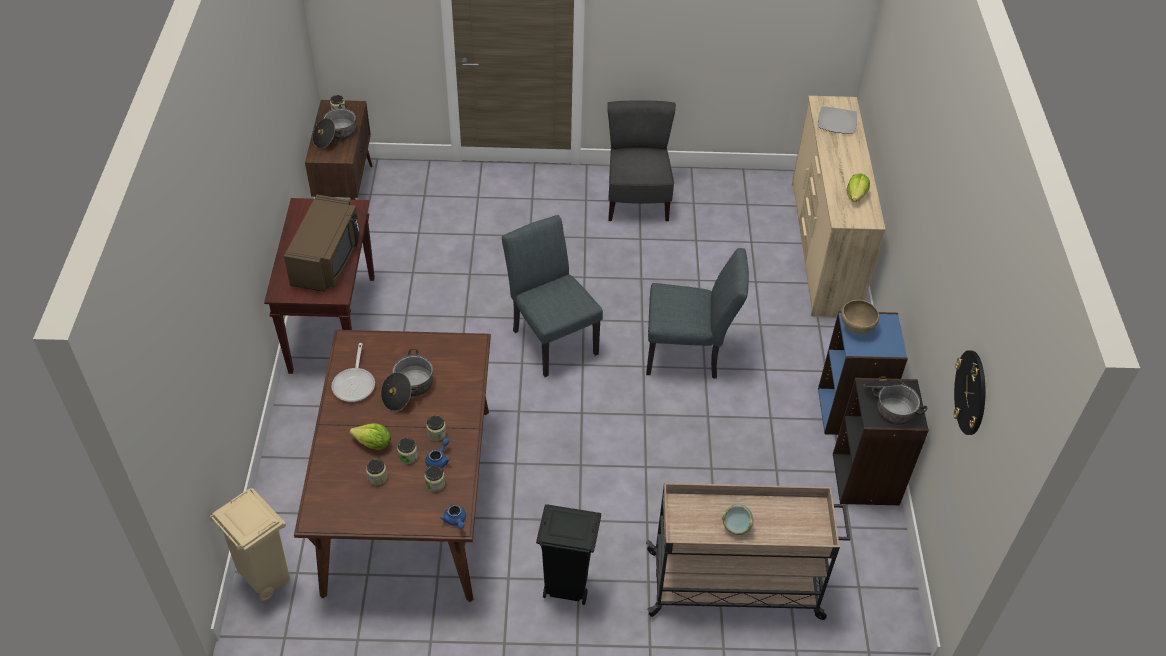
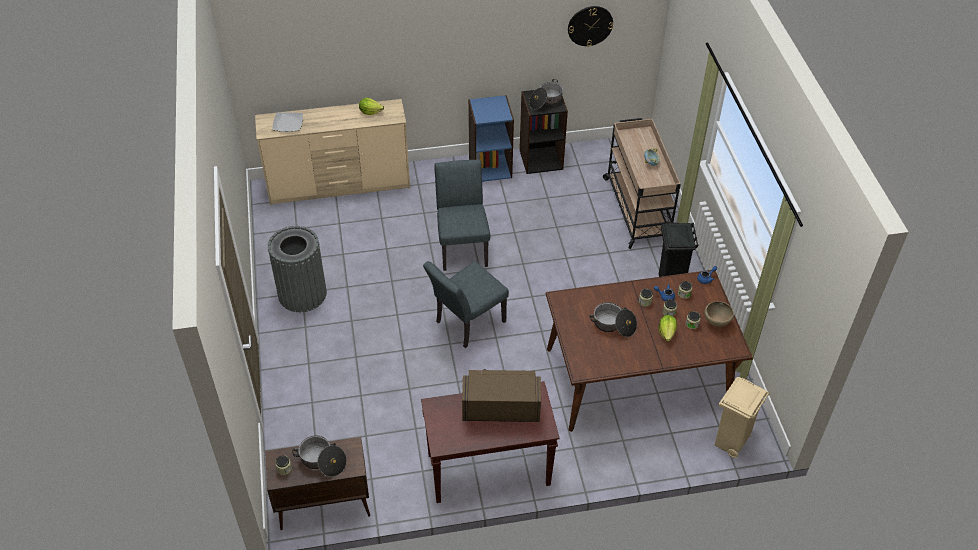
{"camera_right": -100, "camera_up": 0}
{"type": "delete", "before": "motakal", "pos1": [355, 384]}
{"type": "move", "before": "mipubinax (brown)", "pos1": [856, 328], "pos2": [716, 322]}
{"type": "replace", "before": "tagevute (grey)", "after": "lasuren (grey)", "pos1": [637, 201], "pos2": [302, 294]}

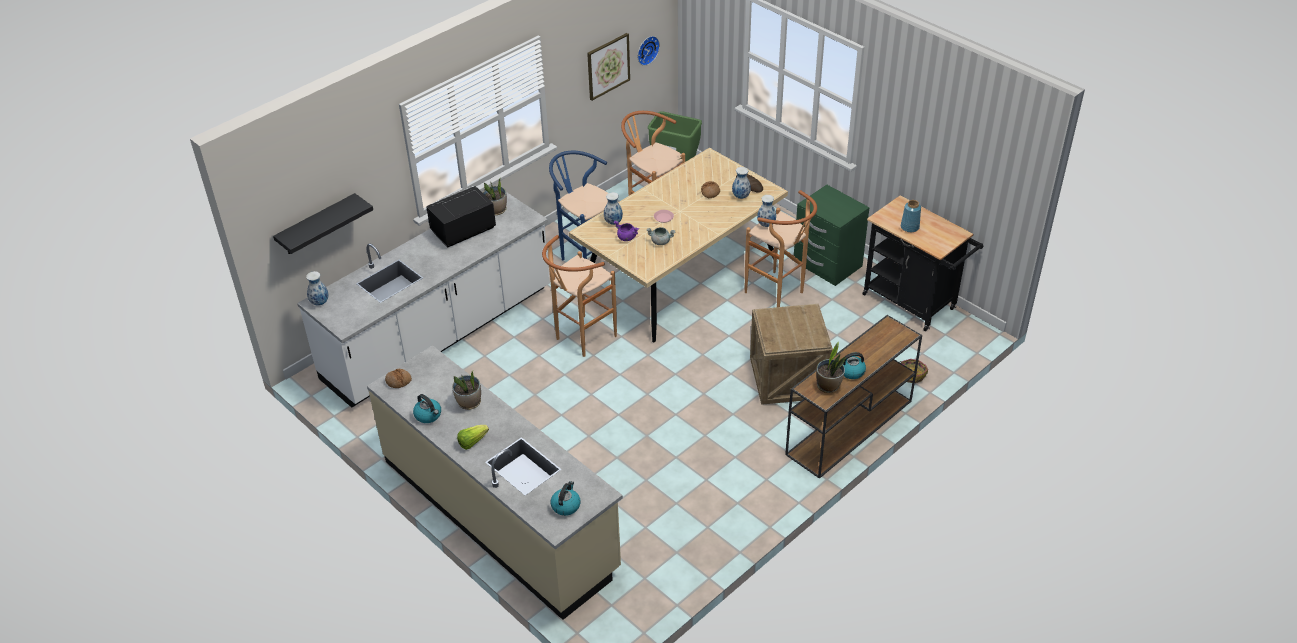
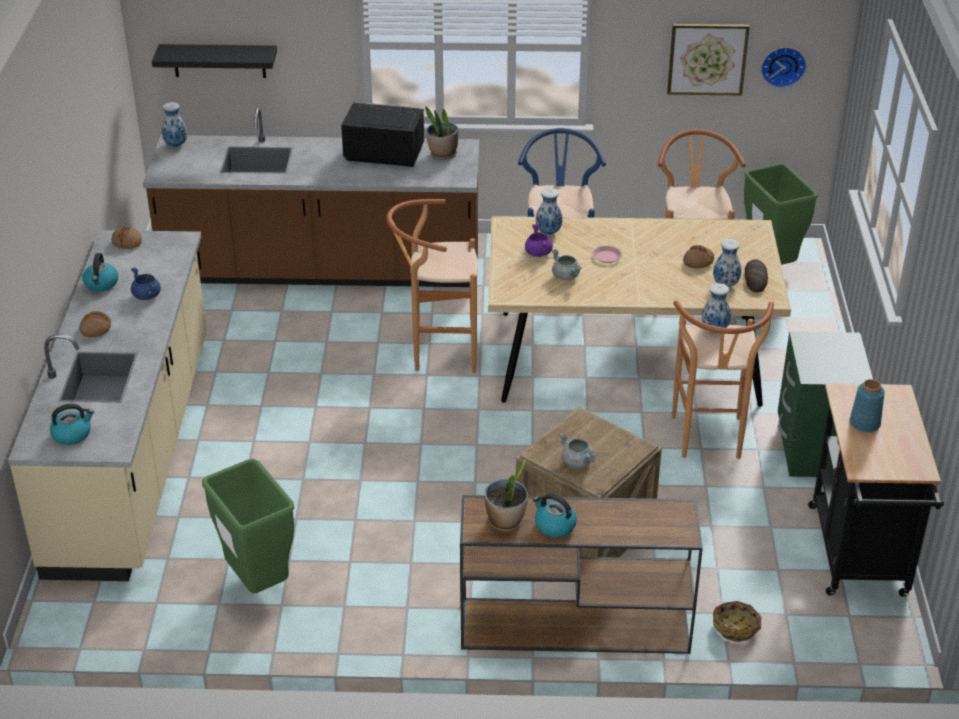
{"camera_right": 45, "camera_up": -5}
{"type": "insert", "after": "lasuren (green)", "pos2": [257, 582]}
{"type": "insert", "after": "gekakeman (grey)", "pos2": [578, 462]}
{"type": "replace", "before": "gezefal", "after": "gekakeman (blue)", "pos1": [469, 403], "pos2": [147, 296]}
{"type": "replace", "before": "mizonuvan", "after": "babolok", "pos1": [472, 442], "pos2": [95, 328]}
{"type": "recolor", "before": "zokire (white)", "after": "zokire (brown)", "pos1": [439, 335], "pos2": [322, 269]}

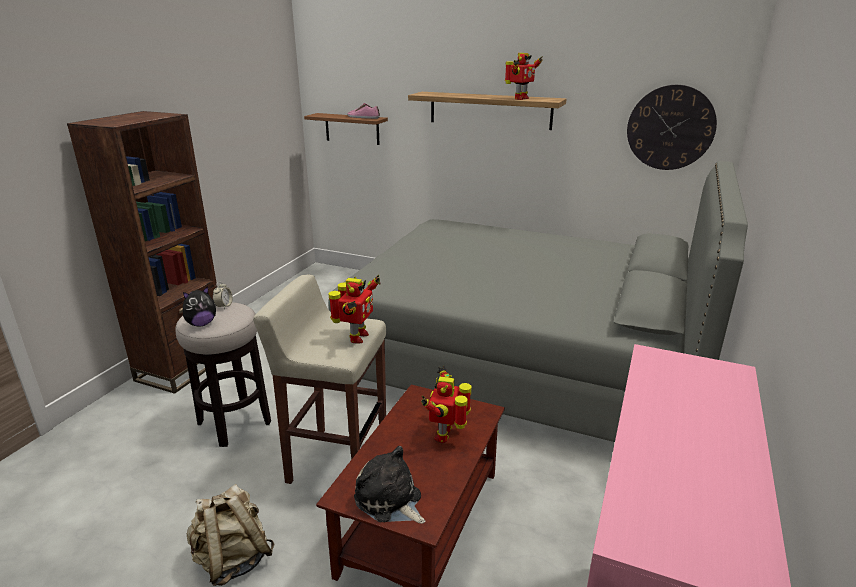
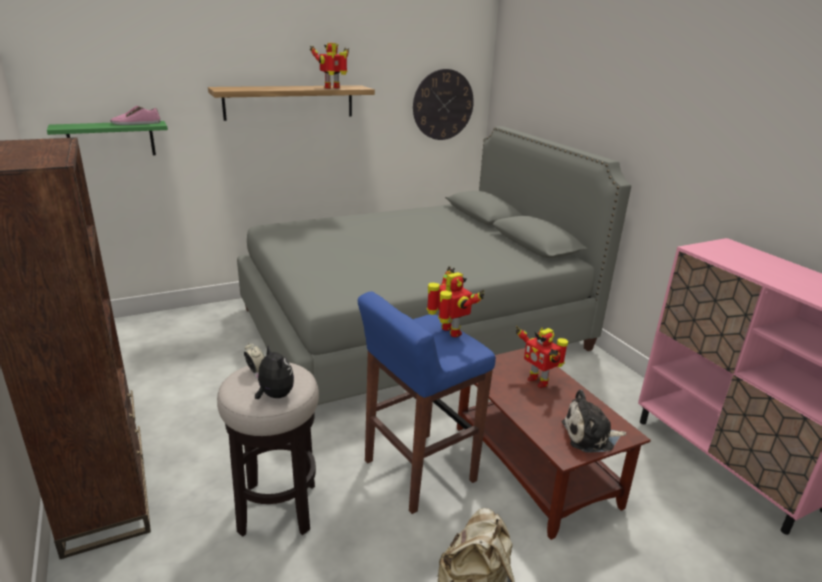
{"camera_right": -50, "camera_up": 0}
{"type": "recolor", "before": "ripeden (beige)", "after": "ripeden (blue)", "pos1": [336, 461], "pos2": [418, 471]}
{"type": "recolor", "before": "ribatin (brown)", "after": "ribatin (green)", "pos1": [352, 129], "pos2": [111, 140]}
{"type": "rotate", "before": "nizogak", "pos1": [201, 324], "pos2": [274, 396], "turn": -45}
{"type": "rotate", "before": "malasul", "pos1": [520, 99], "pos2": [333, 88], "turn": -120}

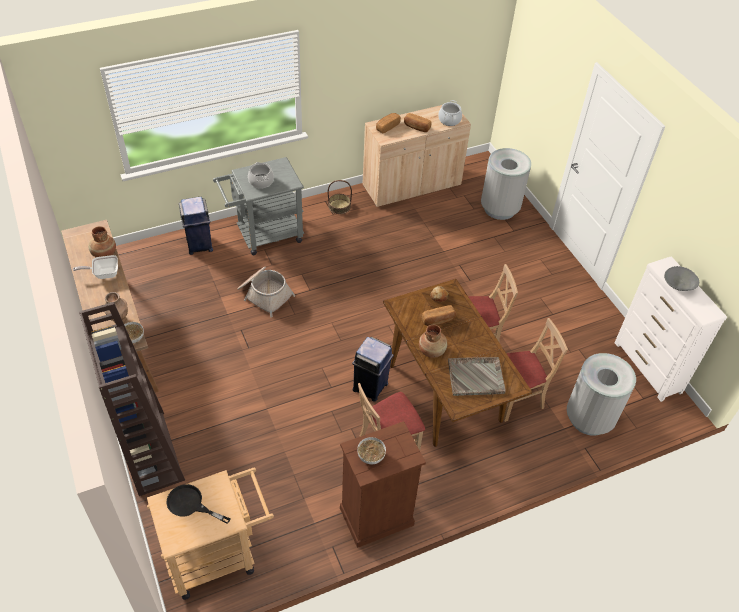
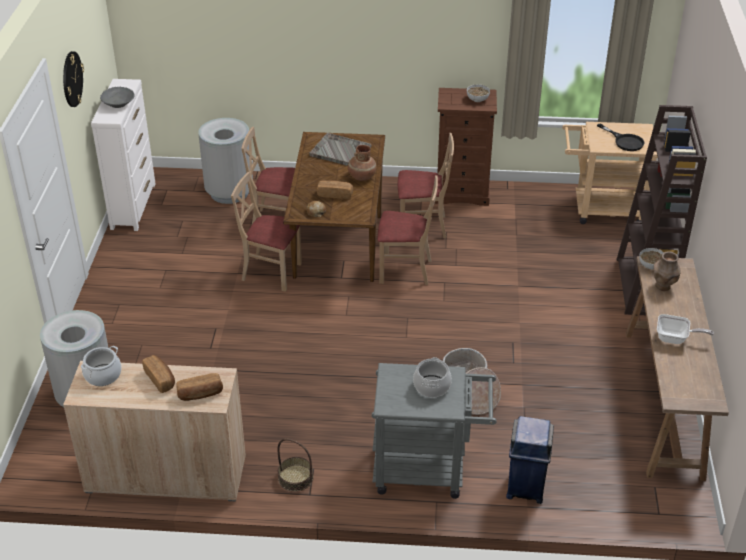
{"camera_right": -150, "camera_up": -10}
{"type": "delete", "before": "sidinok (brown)", "pos1": [104, 254]}
{"type": "insert", "after": "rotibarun", "pos2": [72, 79]}
{"type": "replace", "before": "lasuren (blue)", "after": "tagevute (beige)", "pos1": [370, 387], "pos2": [405, 270]}

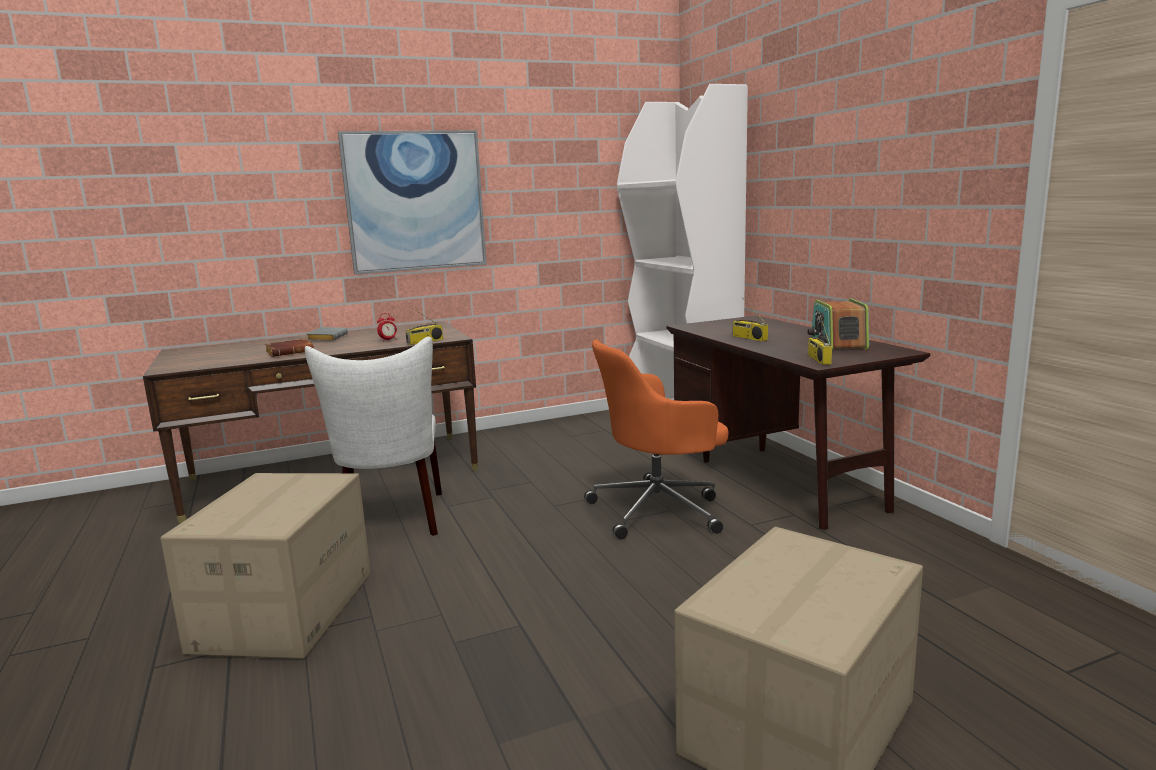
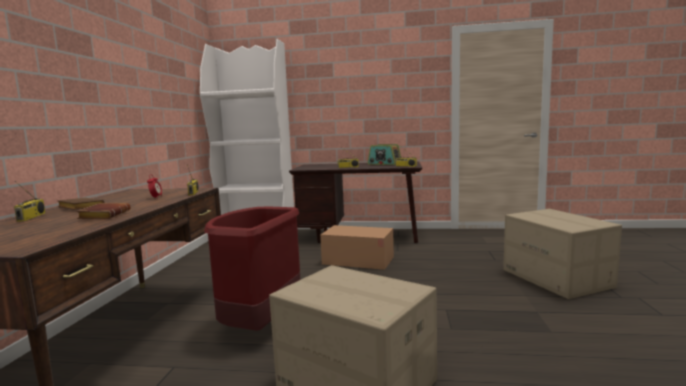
{"camera_right": -60, "camera_up": -5}
{"type": "delete", "before": "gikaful", "pos1": [415, 201]}
{"type": "insert", "after": "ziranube", "pos2": [31, 217]}
{"type": "replace", "before": "tagevute (white)", "after": "lasuren (red)", "pos1": [393, 521], "pos2": [259, 325]}
{"type": "replace", "before": "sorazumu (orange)", "after": "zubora", "pos1": [659, 510], "pos2": [358, 260]}
{"type": "recolor", "before": "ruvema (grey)", "after": "ruvema (brown)", "pos1": [327, 338], "pos2": [79, 208]}

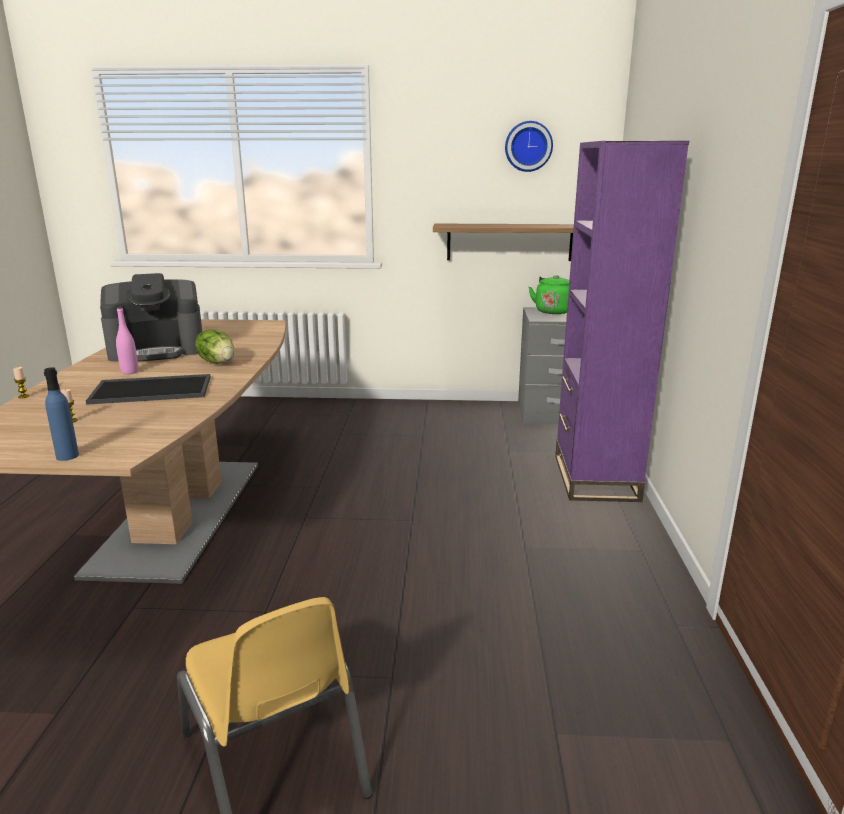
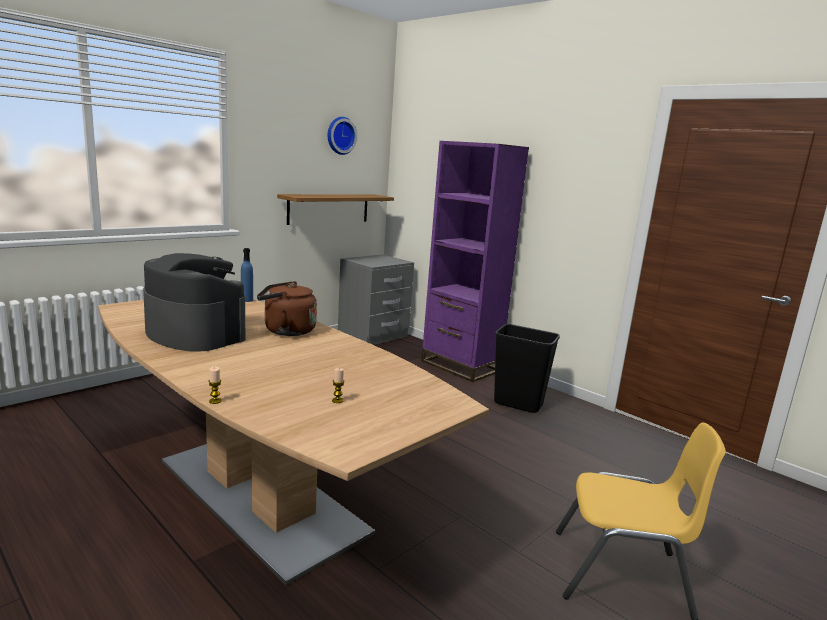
{"camera_right": -50, "camera_up": -5}
{"type": "delete", "before": "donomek", "pos1": [153, 389]}
{"type": "delete", "before": "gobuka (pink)", "pos1": [130, 372]}
{"type": "delete", "before": "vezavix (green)", "pos1": [553, 311]}
{"type": "insert", "after": "lasuren (black)", "pos2": [518, 404]}
{"type": "move", "before": "gobuka (blue)", "pos1": [67, 456], "pos2": [247, 300]}
{"type": "replace", "before": "mizonuvan", "after": "vezavix (brown)", "pos1": [218, 362], "pos2": [286, 331]}
{"type": "rotate", "before": "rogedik", "pos1": [158, 350], "pos2": [194, 334], "turn": -75}

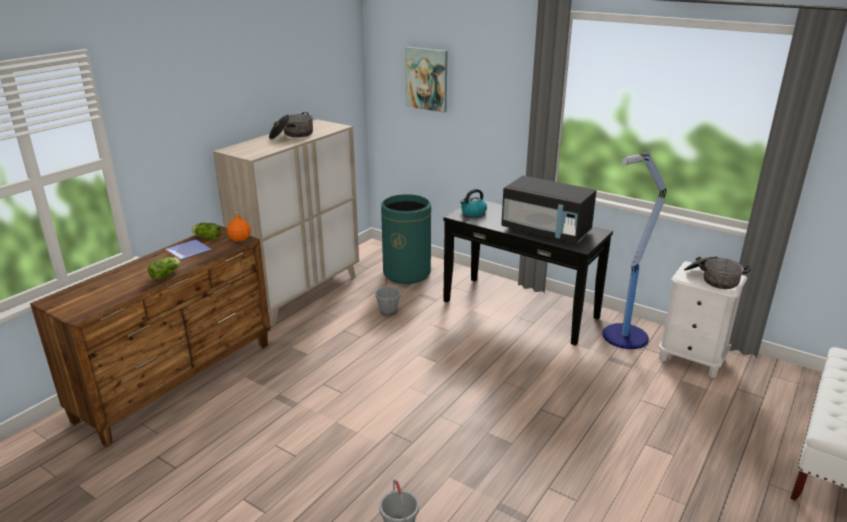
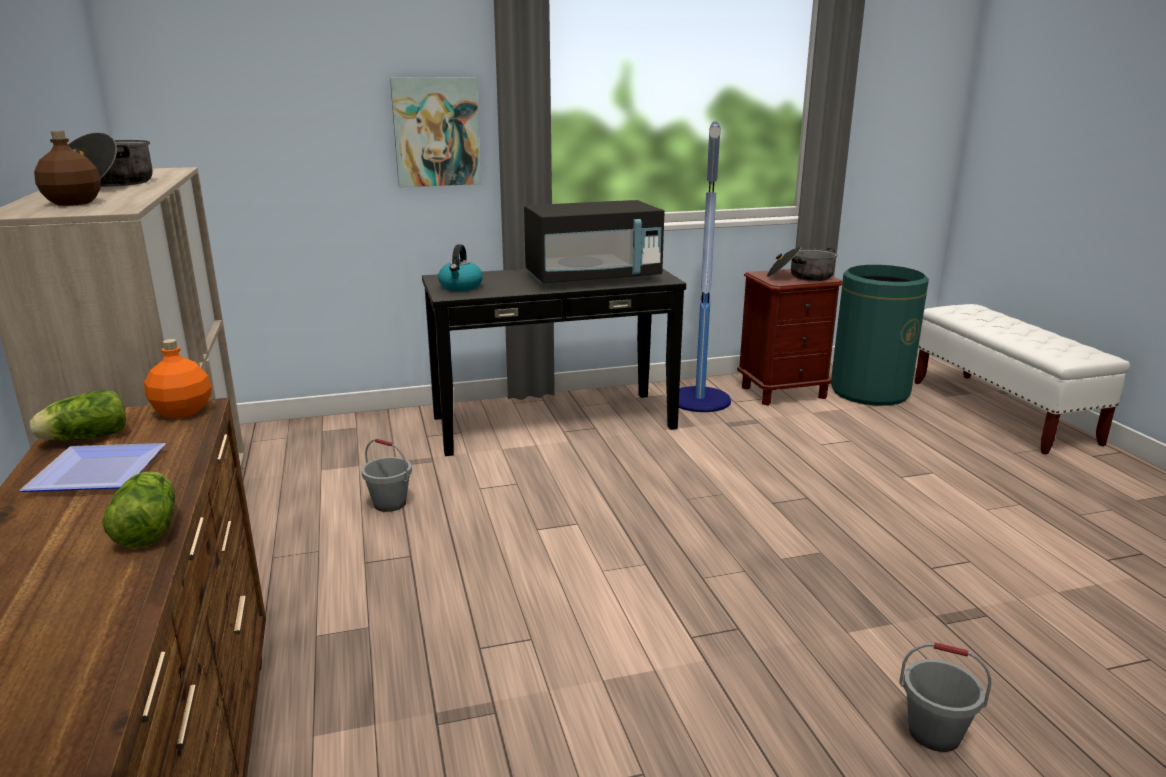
{"camera_right": -50, "camera_up": -5}
{"type": "insert", "after": "gobuka (brown)", "pos2": [72, 203]}
{"type": "move", "before": "lasuren (green)", "pos1": [407, 273], "pos2": [869, 392]}
{"type": "move", "before": "gikaful", "pos1": [427, 79], "pos2": [436, 132]}
{"type": "recolor", "before": "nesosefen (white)", "after": "nesosefen (brown)", "pos1": [691, 359], "pos2": [783, 392]}

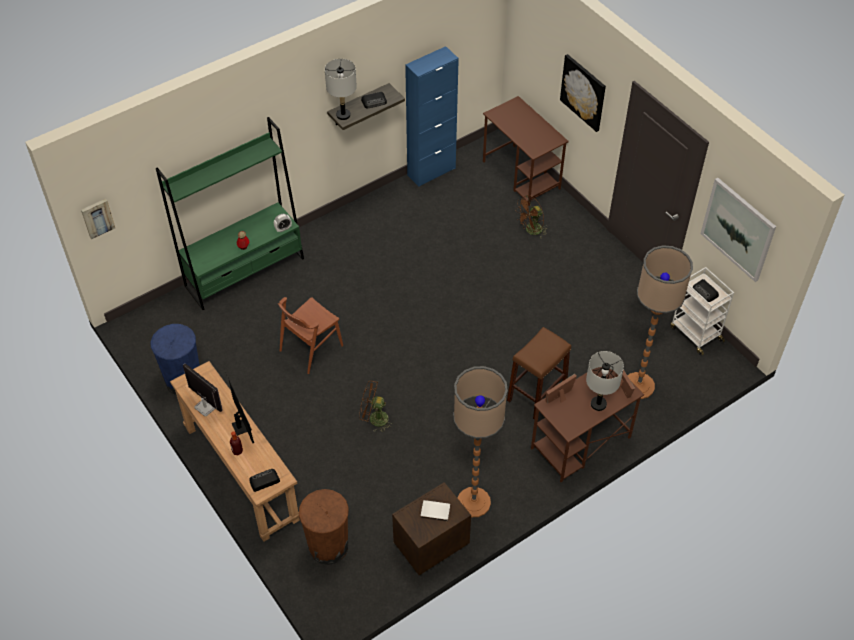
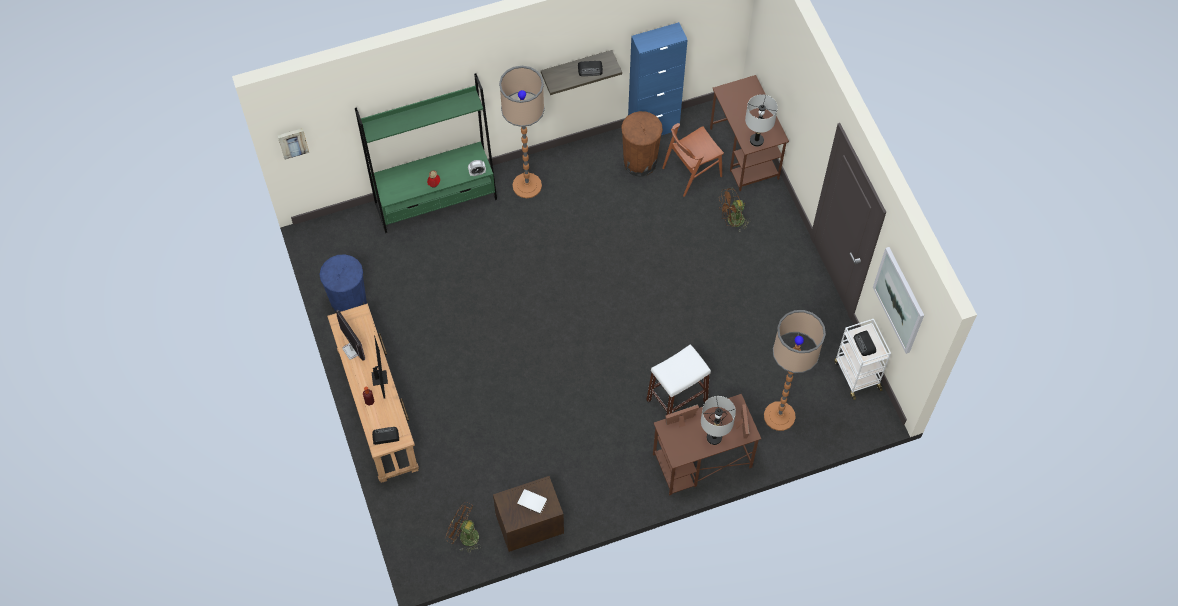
{"camera_right": 15, "camera_up": 10}
{"type": "delete", "before": "gikaful", "pos1": [583, 92]}
{"type": "move", "before": "tagevute (brown)", "pos1": [311, 348], "pos2": [691, 172]}
{"type": "move", "before": "lasuren (brown)", "pos1": [328, 546], "pos2": [639, 162]}
{"type": "move", "before": "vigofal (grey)", "pos1": [343, 115], "pos2": [756, 140]}
{"type": "move", "before": "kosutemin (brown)", "pos1": [374, 419], "pos2": [464, 536]}
{"type": "move", "before": "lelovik", "pos1": [473, 502], "pos2": [527, 186]}
{"type": "recolor", "before": "ripeden (brown)", "after": "ripeden (white)", "pos1": [536, 394], "pos2": [677, 401]}

